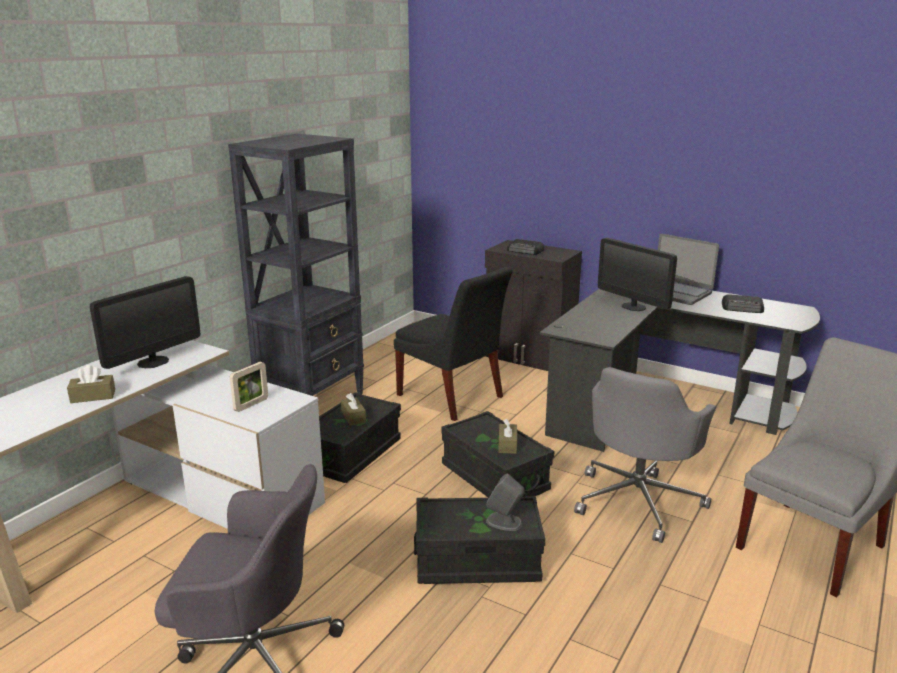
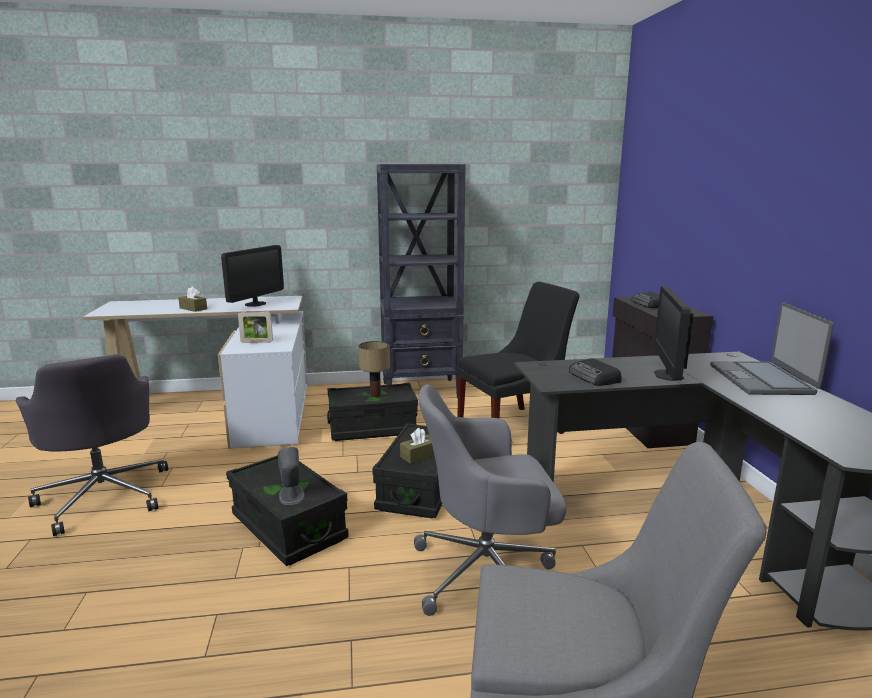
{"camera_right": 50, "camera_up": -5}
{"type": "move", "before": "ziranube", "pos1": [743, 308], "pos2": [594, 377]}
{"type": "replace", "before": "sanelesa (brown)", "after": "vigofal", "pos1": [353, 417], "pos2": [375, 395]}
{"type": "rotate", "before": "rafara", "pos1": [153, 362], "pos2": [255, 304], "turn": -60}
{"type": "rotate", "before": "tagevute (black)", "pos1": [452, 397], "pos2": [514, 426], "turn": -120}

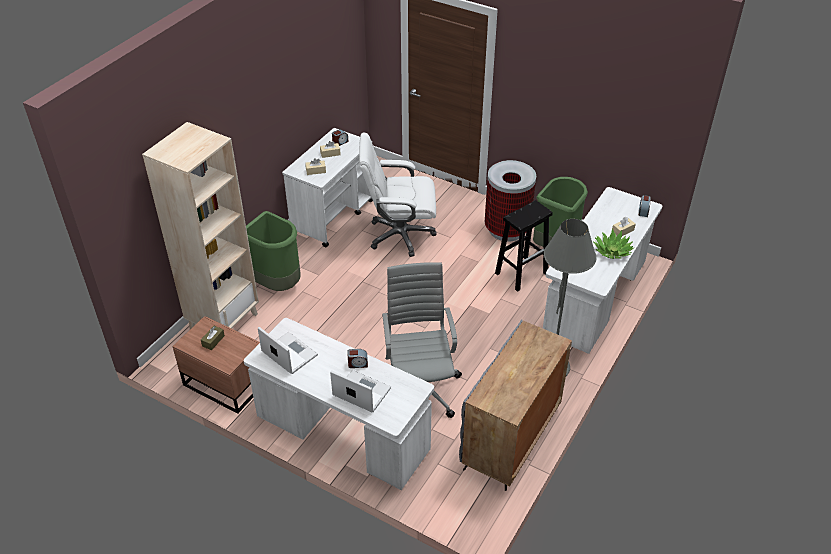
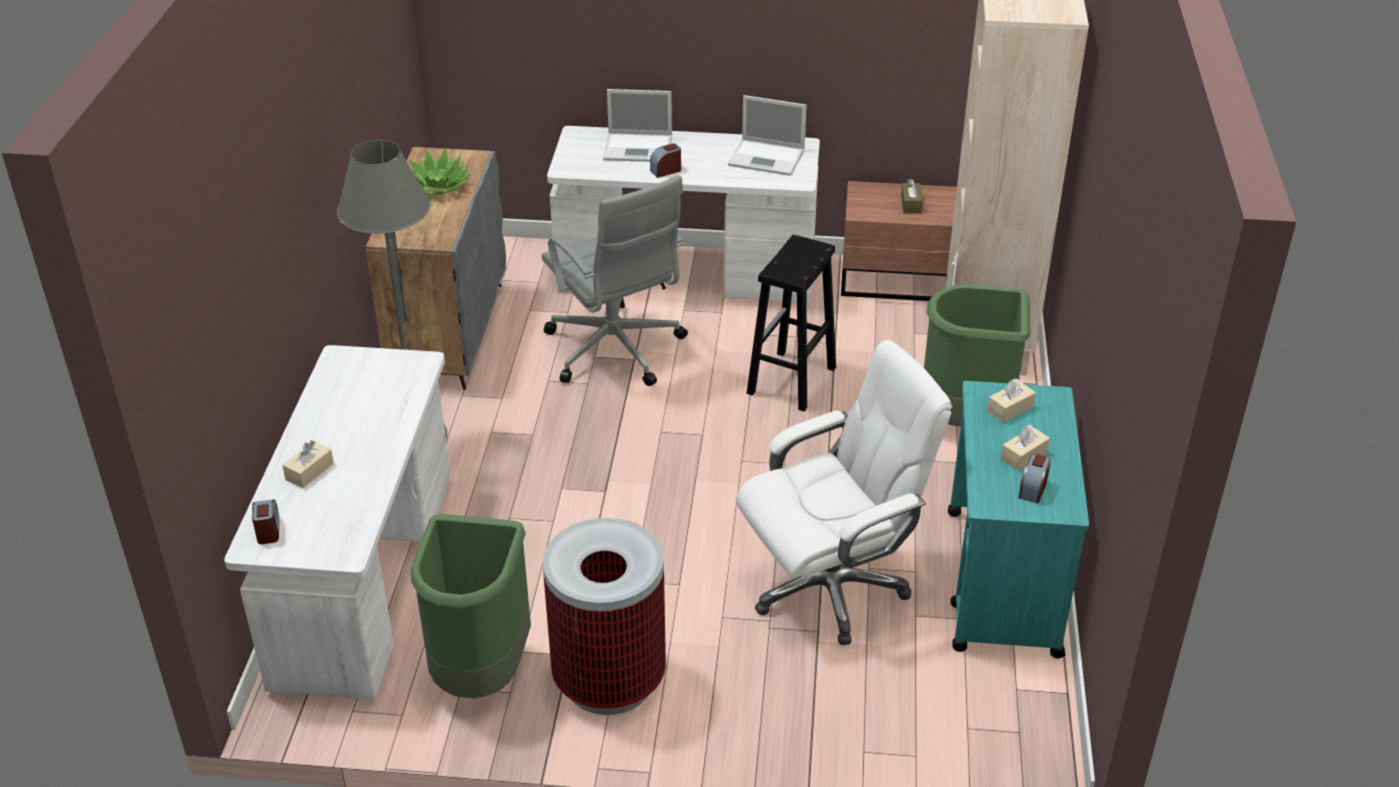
{"camera_right": 155, "camera_up": -5}
{"type": "move", "before": "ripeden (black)", "pos1": [522, 273], "pos2": [791, 381]}
{"type": "move", "before": "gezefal", "pos1": [612, 251], "pos2": [437, 186]}
{"type": "recolor", "before": "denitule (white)", "after": "denitule (turquoise)", "pos1": [333, 216], "pos2": [1002, 583]}

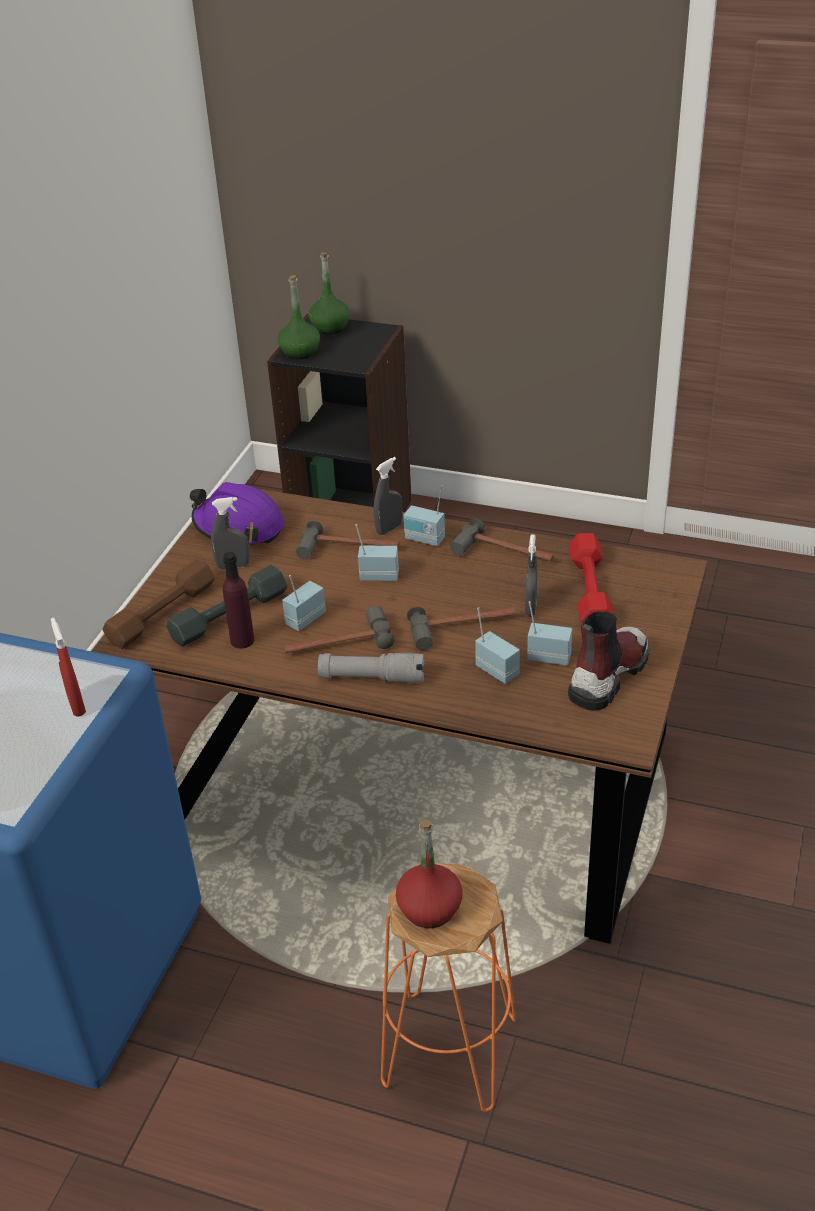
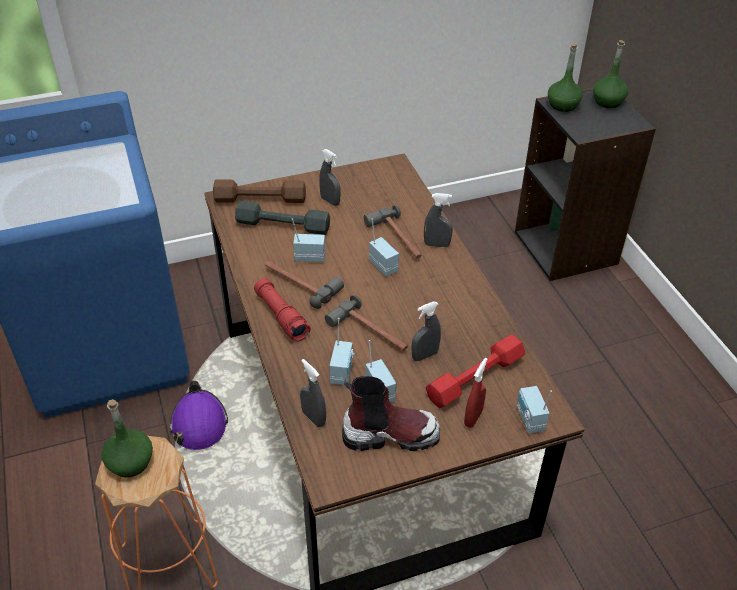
{"camera_right": 50, "camera_up": 5}
{"type": "delete", "before": "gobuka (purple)", "pos1": [242, 640]}
{"type": "delete", "before": "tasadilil", "pos1": [504, 553]}
{"type": "insert", "after": "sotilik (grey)", "pos2": [313, 418]}
{"type": "move", "before": "sotilik (red)", "pos1": [76, 705], "pos2": [473, 418]}
{"type": "move", "before": "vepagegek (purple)", "pos1": [238, 527], "pos2": [199, 424]}
{"type": "move", "before": "ziranube", "pos1": [424, 540], "pos2": [529, 420]}
{"type": "recolor", "before": "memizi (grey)", "after": "memizi (red)", "pos1": [372, 678], "pos2": [281, 316]}
{"type": "recolor", "before": "gobuka (red)", "after": "gobuka (green)", "pos1": [429, 908], "pos2": [130, 462]}

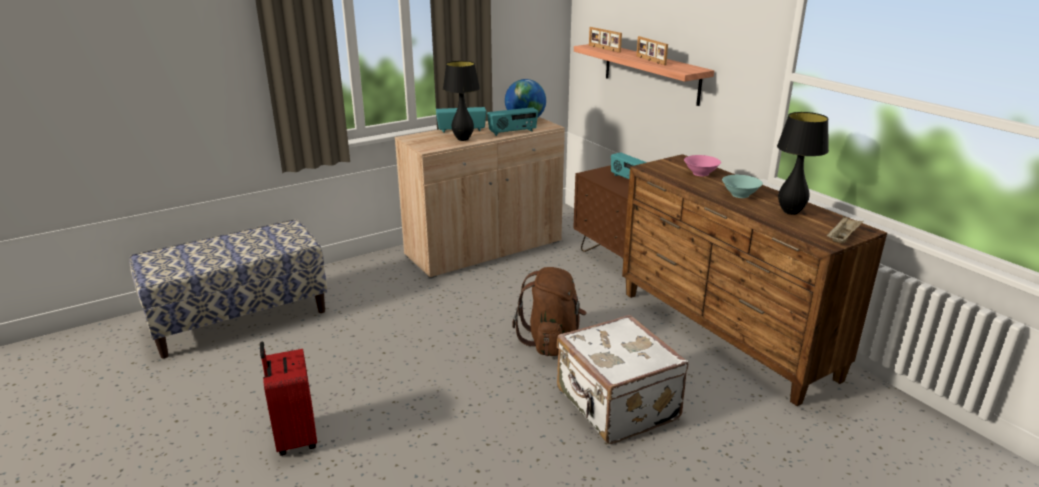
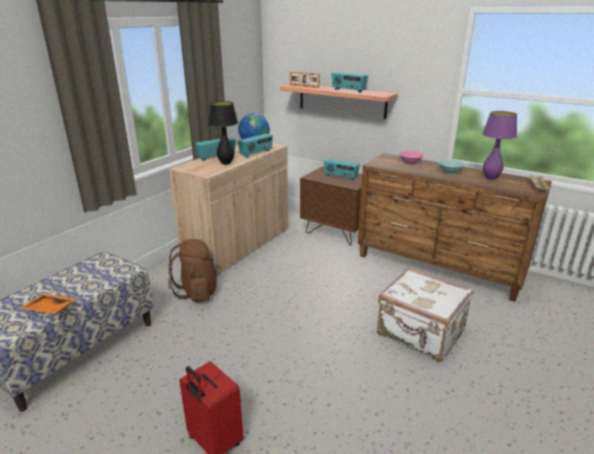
{"camera_right": -25, "camera_up": 0}
{"type": "insert", "after": "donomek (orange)", "pos2": [49, 309]}
{"type": "move", "before": "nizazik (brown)", "pos1": [551, 341], "pos2": [198, 292]}
{"type": "replace", "before": "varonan", "after": "ziranube", "pos1": [650, 60], "pos2": [348, 91]}
{"type": "recolor", "before": "vigofal (black)", "after": "vigofal (purple)", "pos1": [790, 212], "pos2": [490, 178]}

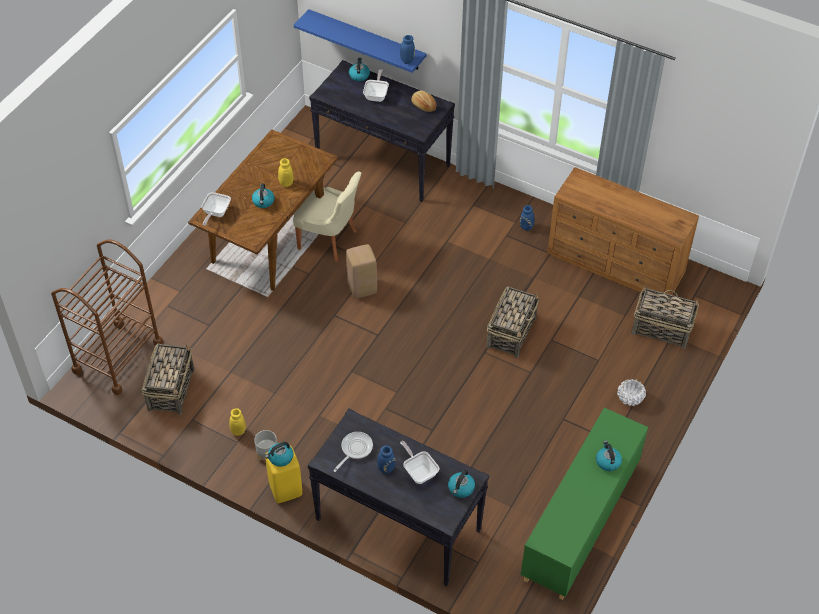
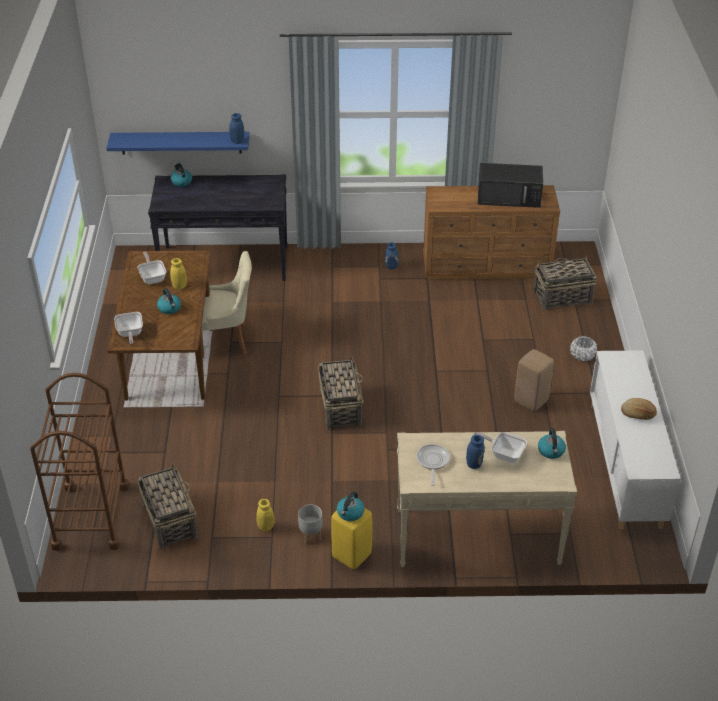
{"camera_right": -30, "camera_up": -10}
{"type": "delete", "before": "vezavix", "pos1": [607, 461]}
{"type": "insert", "after": "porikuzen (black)", "pos2": [510, 196]}
{"type": "move", "before": "ripeden (beige)", "pos1": [361, 288], "pos2": [530, 401]}
{"type": "move", "before": "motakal", "pos1": [376, 95], "pos2": [152, 277]}
{"type": "move", "before": "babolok", "pos1": [423, 105], "pos2": [637, 414]}
{"type": "move", "before": "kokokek", "pos1": [511, 332], "pos2": [340, 407]}
{"type": "recolor", "before": "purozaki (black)", "after": "purozaki (beige)", "pos1": [397, 525], "pos2": [476, 537]}
{"type": "recolor", "before": "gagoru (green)", "after": "gagoru (white)", "pos1": [580, 523], "pos2": [625, 464]}

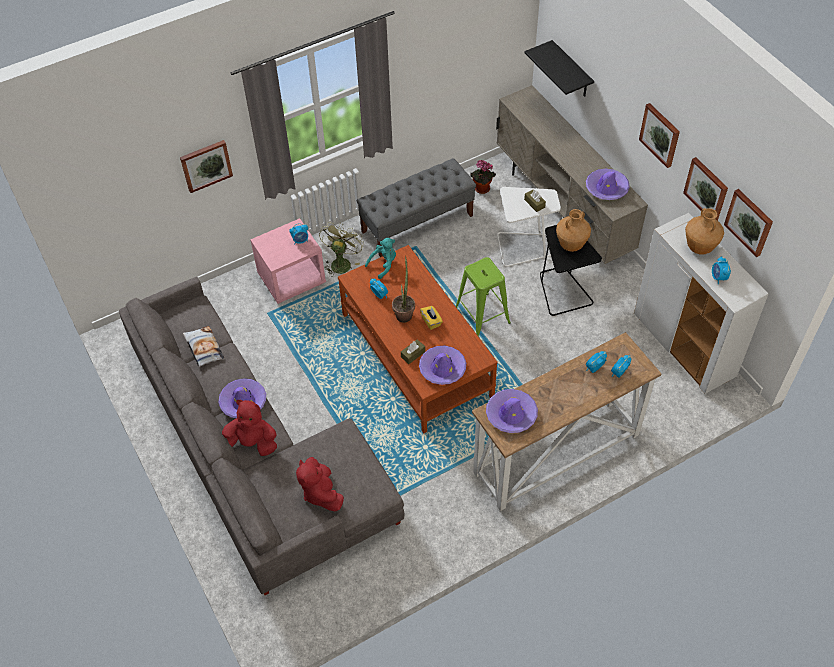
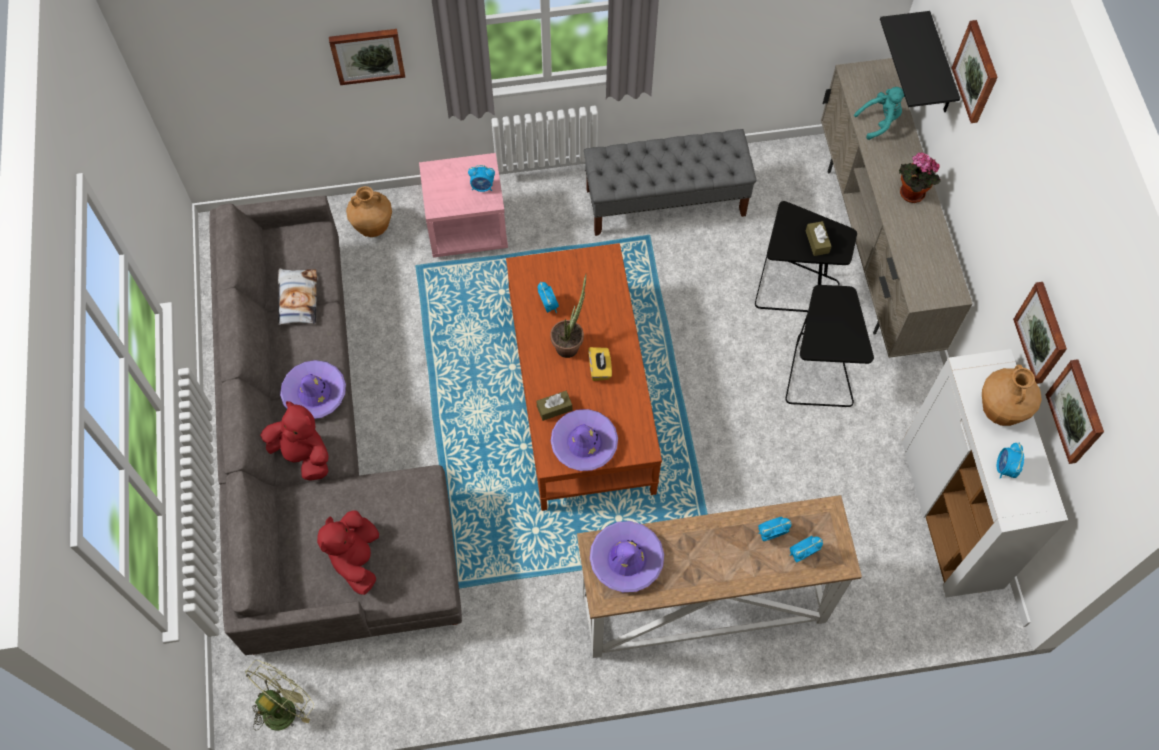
{"camera_right": 20, "camera_up": 10}
{"type": "delete", "before": "ripeden (green)", "pos1": [482, 315]}
{"type": "delete", "before": "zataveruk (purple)", "pos1": [606, 188]}
{"type": "move", "before": "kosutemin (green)", "pos1": [341, 262], "pos2": [284, 706]}
{"type": "move", "before": "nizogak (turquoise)", "pos1": [383, 264], "pos2": [879, 121]}
{"type": "move", "before": "gezefal", "pos1": [481, 189], "pos2": [910, 194]}
{"type": "move", "before": "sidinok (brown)", "pos1": [571, 245], "pos2": [373, 227]}
{"type": "move", "before": "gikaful", "pos1": [660, 134], "pos2": [977, 71]}
{"type": "recolor", "before": "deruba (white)", "after": "deruba (black)", "pos1": [524, 247], "pos2": [795, 288]}

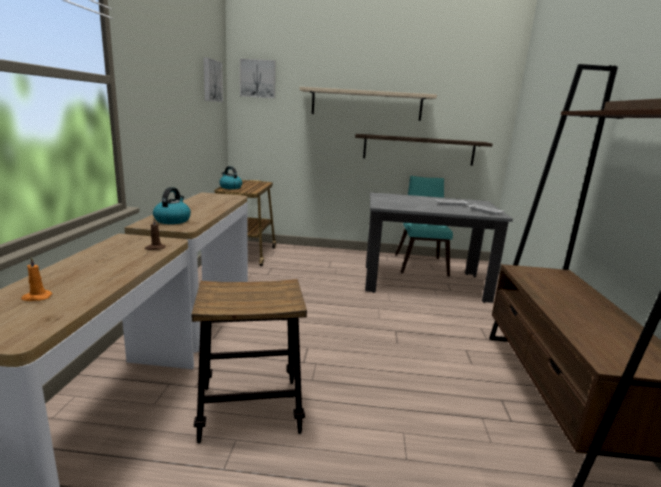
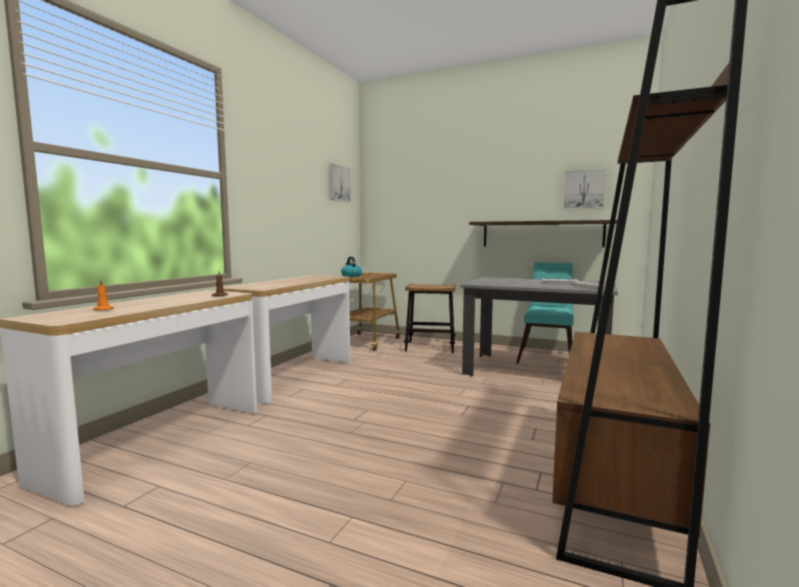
{"camera_right": 20, "camera_up": -10}
{"type": "delete", "before": "vezavix", "pos1": [172, 220]}
{"type": "delete", "before": "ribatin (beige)", "pos1": [366, 104]}
{"type": "move", "before": "ripeden", "pos1": [250, 409], "pos2": [430, 347]}
{"type": "move", "before": "gikaful", "pos1": [258, 78], "pos2": [584, 189]}

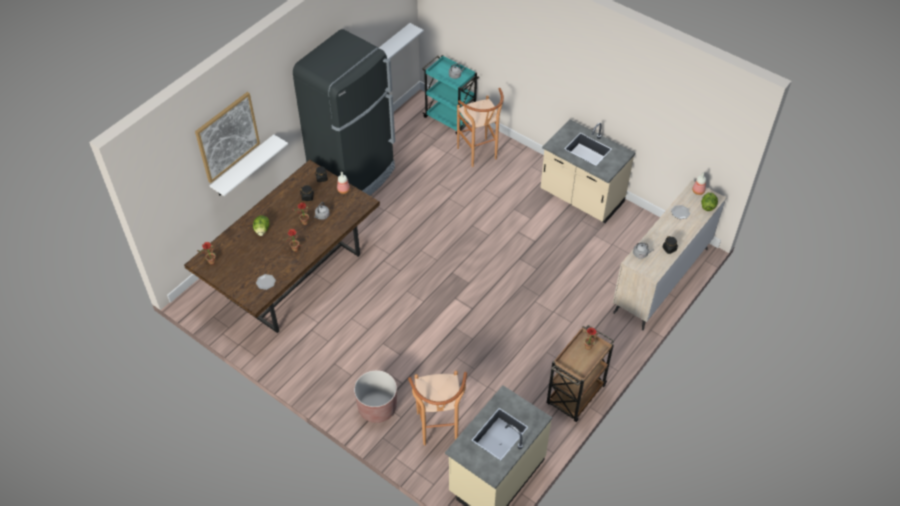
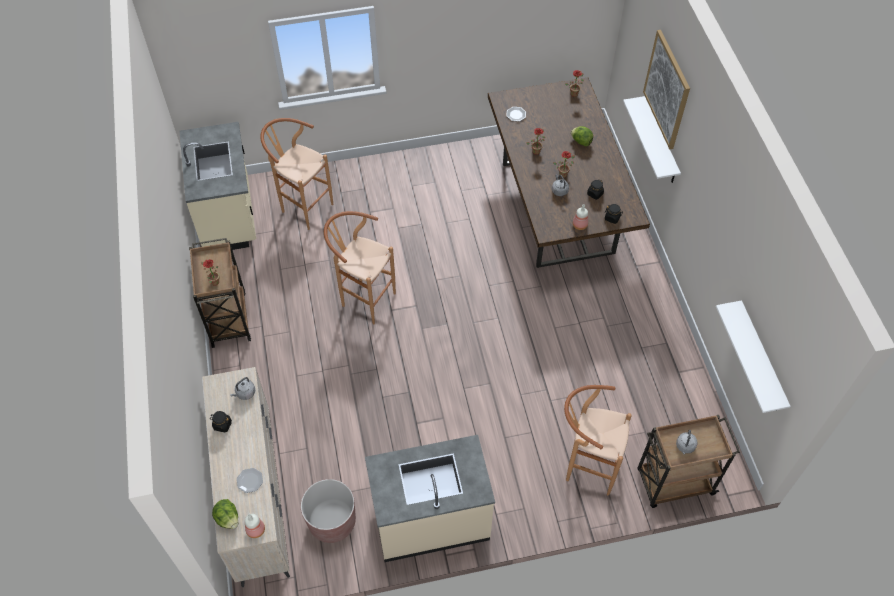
{"camera_right": 130, "camera_up": 5}
{"type": "delete", "before": "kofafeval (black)", "pos1": [354, 177]}
{"type": "insert", "after": "ripeden (brown)", "pos2": [363, 298]}
{"type": "move", "before": "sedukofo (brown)", "pos1": [377, 408], "pos2": [332, 521]}
{"type": "recolor", "before": "denitule (turquoise)", "after": "denitule (brown)", "pos1": [450, 119], "pos2": [673, 482]}

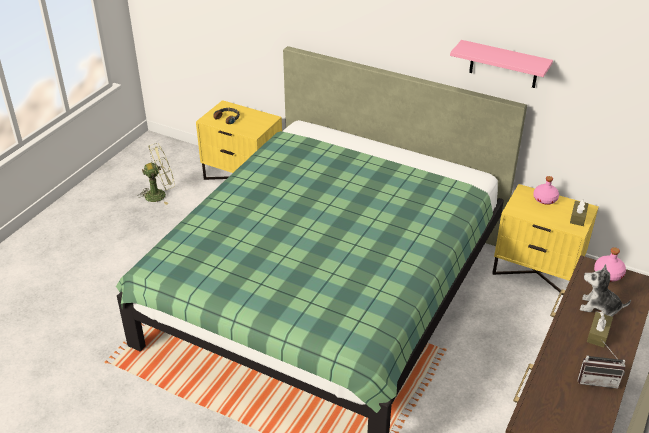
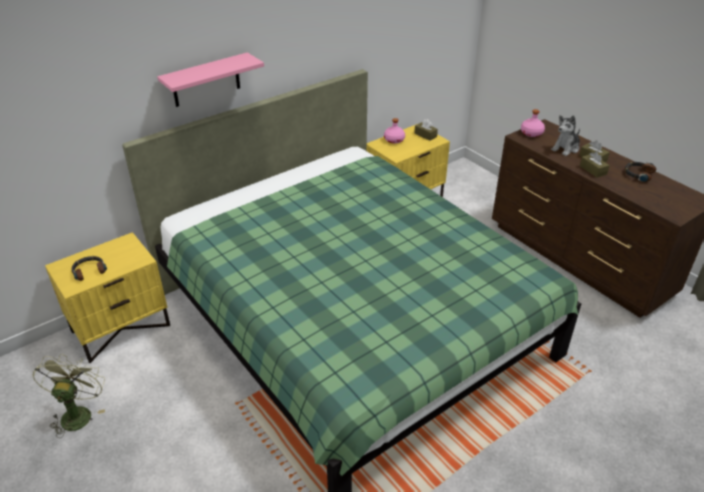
{"camera_right": -65, "camera_up": 0}
{"type": "insert", "after": "sanelesa (brown)", "pos2": [593, 170]}
{"type": "move", "before": "ribatin (pink)", "pos1": [504, 64], "pos2": [206, 80]}
{"type": "replace", "before": "ziranube", "after": "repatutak", "pos1": [597, 379], "pos2": [638, 174]}

